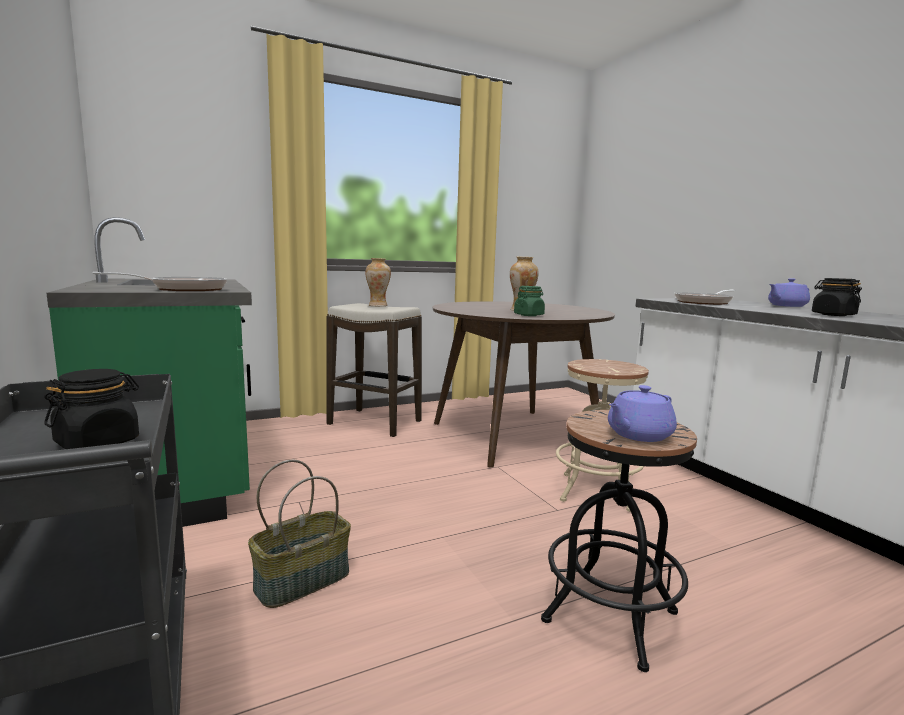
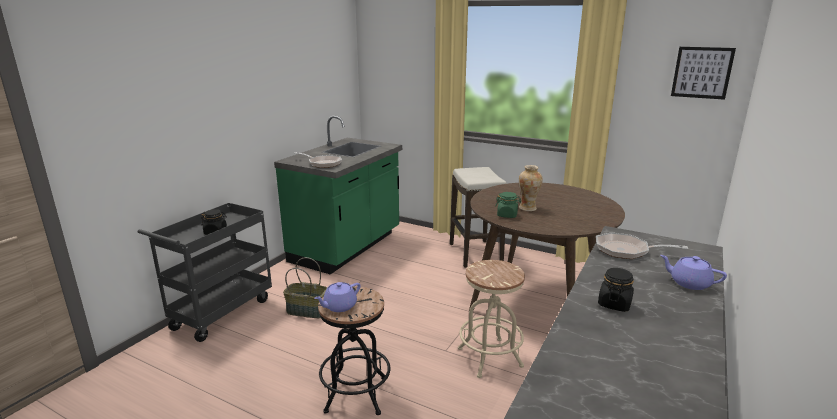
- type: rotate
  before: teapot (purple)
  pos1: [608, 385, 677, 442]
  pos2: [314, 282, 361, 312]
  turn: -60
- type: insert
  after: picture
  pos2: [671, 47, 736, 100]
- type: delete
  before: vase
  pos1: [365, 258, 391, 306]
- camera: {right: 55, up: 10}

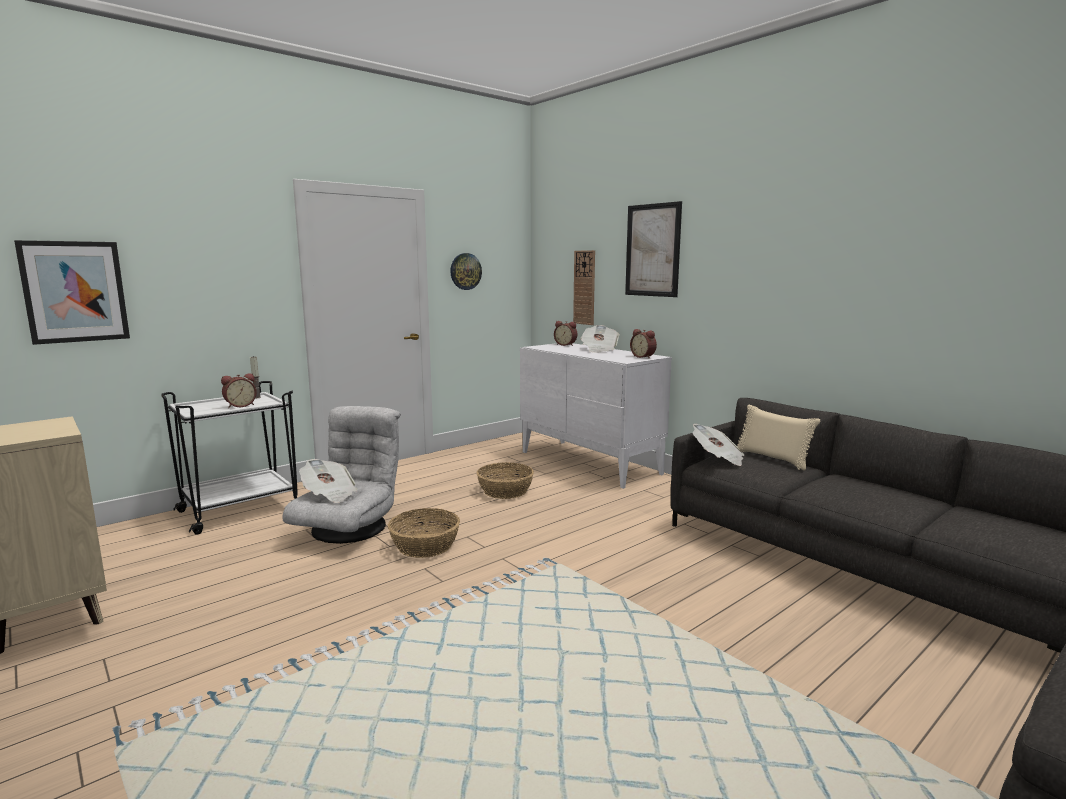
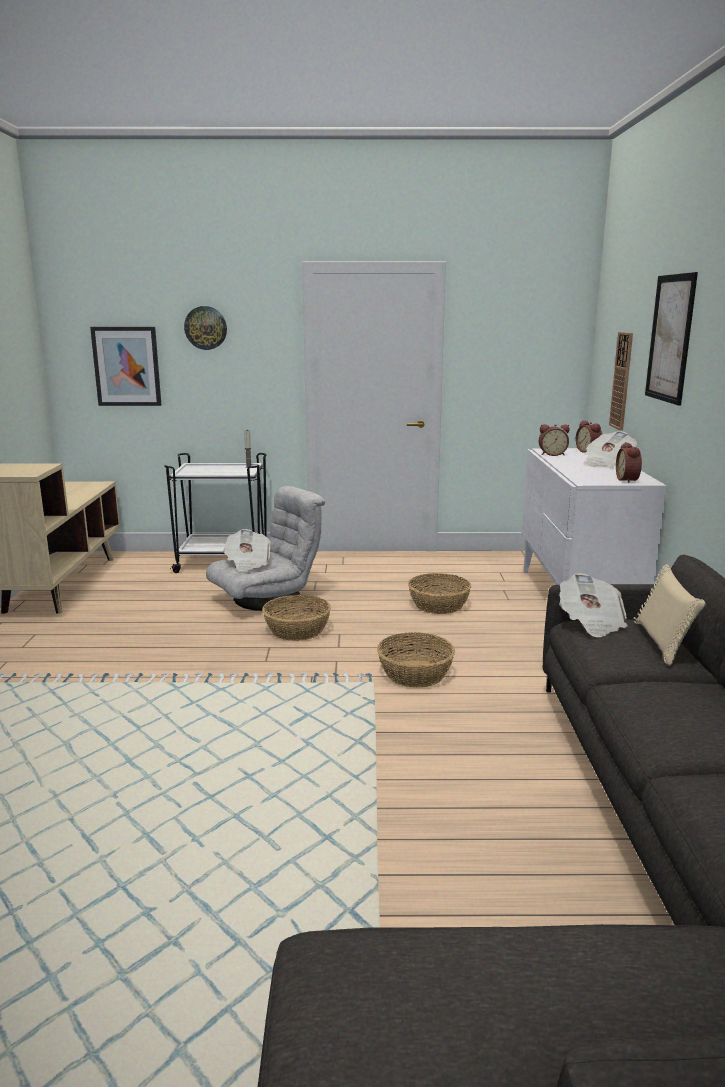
- type: move
  before: wall clock
  pos1: [450, 253, 482, 290]
  pos2: [184, 306, 227, 350]
- type: insert
  after: basket
  pos2: [377, 632, 455, 687]
- type: move
  before: alarm clock
  pos1: [221, 373, 257, 408]
  pos2: [539, 424, 570, 456]
- camera: {right: 40, up: 5}

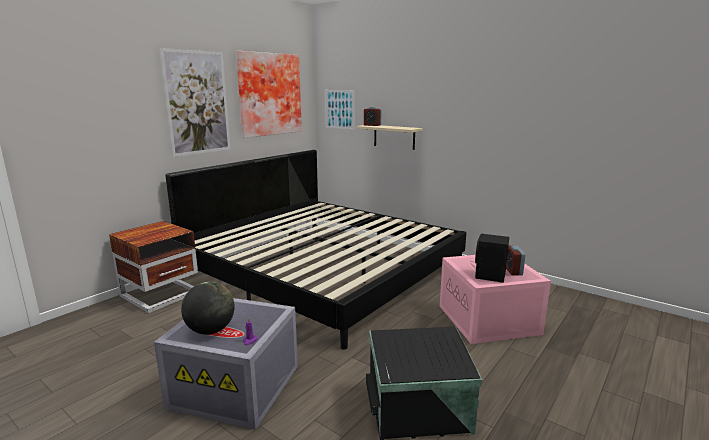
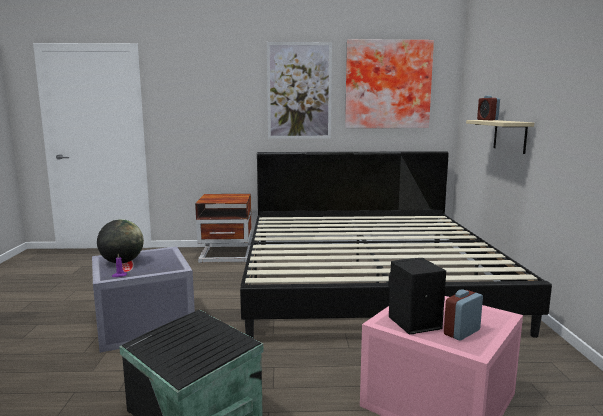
- type: delete
  before: picture
  pos1: [325, 90, 355, 130]
- camera: {right: 50, up: -5}

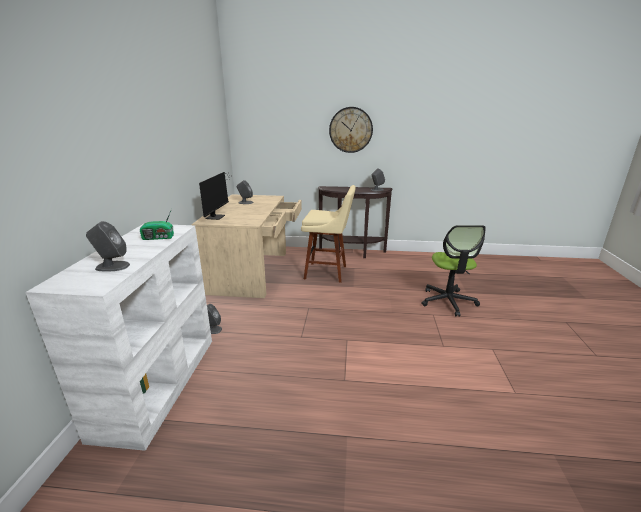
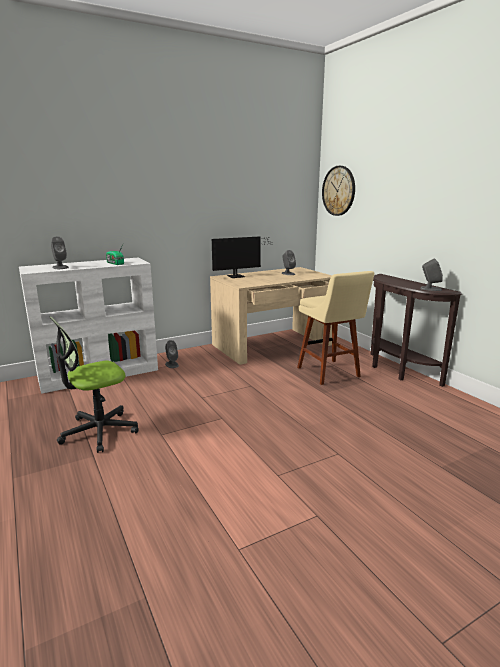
- type: move
  before: office chair
  pos1: [421, 225, 486, 316]
  pos2: [49, 316, 139, 453]
- type: move
  before: wall clock
  pos1: [329, 107, 373, 153]
  pos2: [322, 166, 355, 216]
- camera: {right: 55, up: -5}

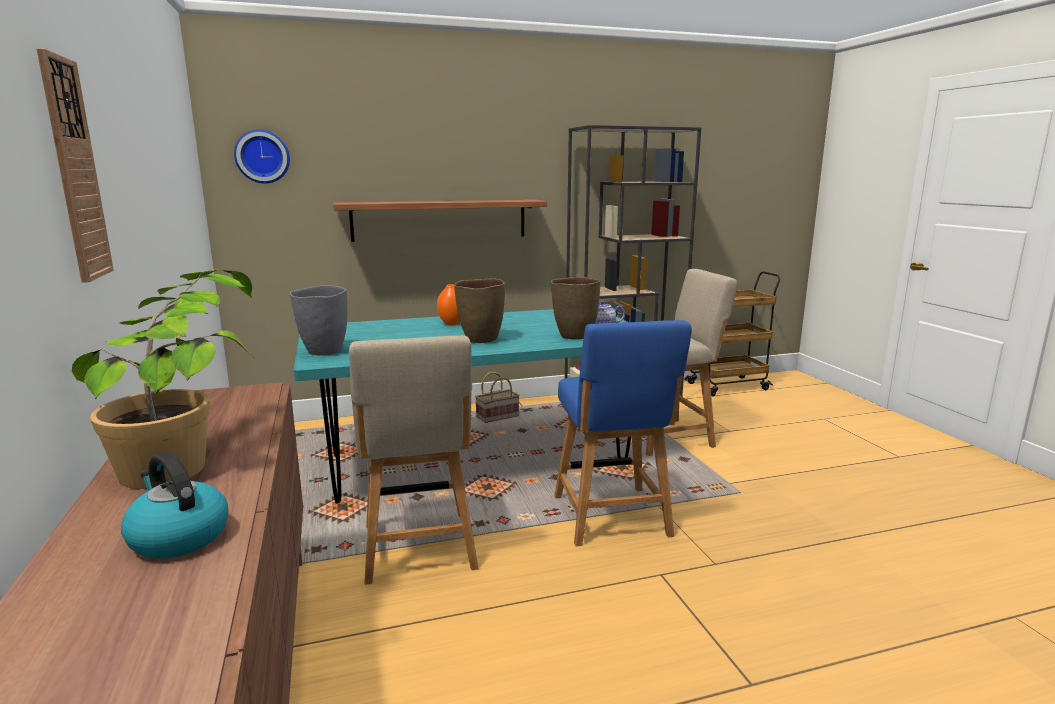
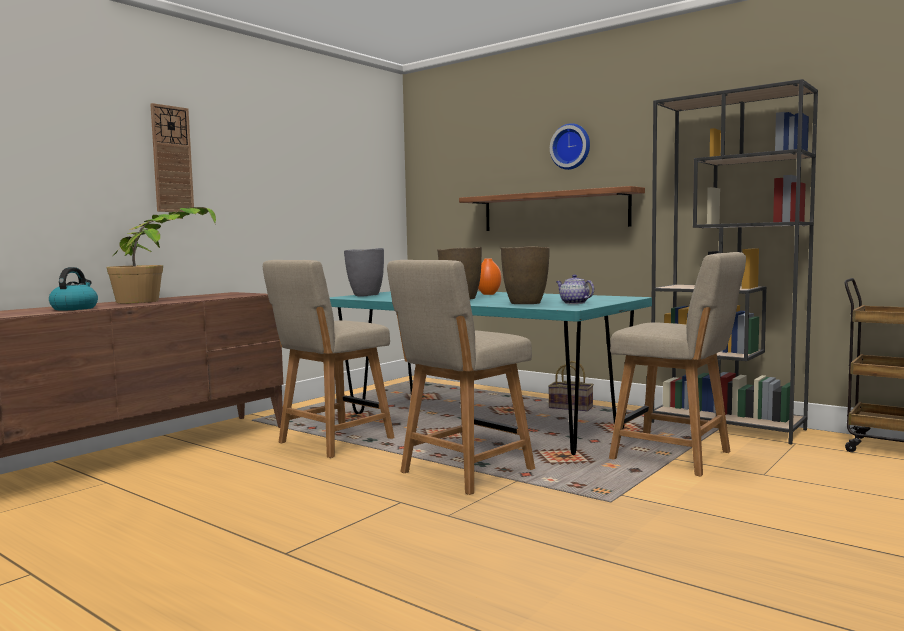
- type: recolor
  before: chair (blue)
  after: chair (beige)
  pos1: [554, 320, 692, 546]
  pos2: [387, 260, 535, 495]
- type: move
  before: wall clock
  pos1: [234, 129, 290, 184]
  pos2: [550, 123, 590, 170]
- camera: {right: 55, up: -10}

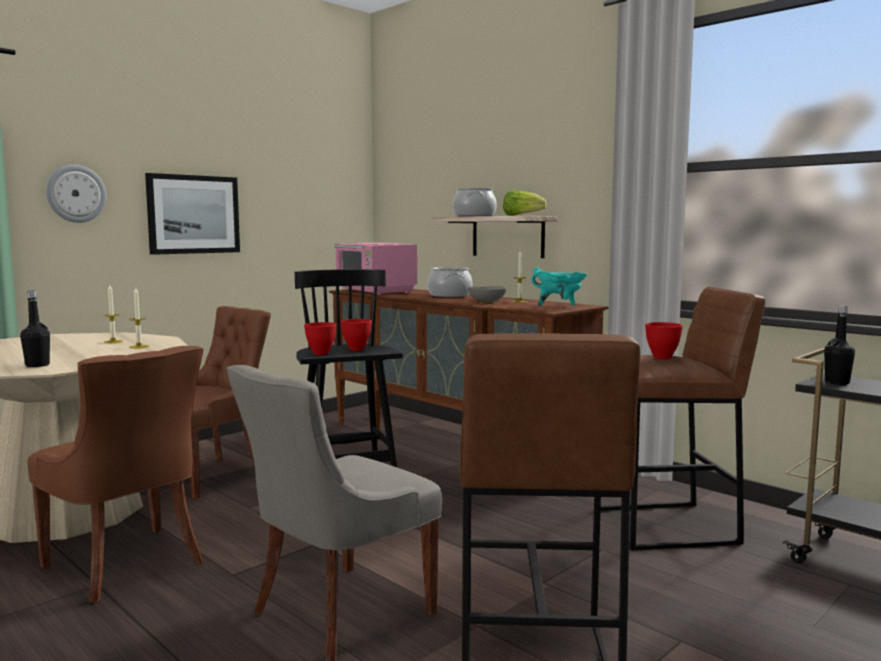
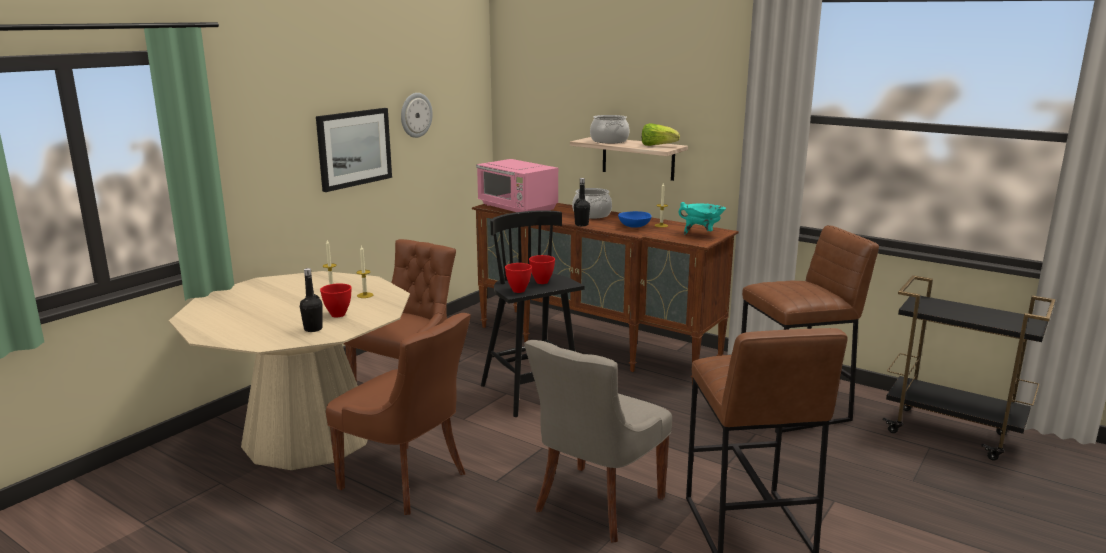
- type: move
  before: bowl (red)
  pos1: [645, 322, 683, 359]
  pos2: [320, 283, 352, 317]
- type: move
  before: wall clock
  pos1: [46, 165, 106, 223]
  pos2: [401, 93, 433, 138]
- type: move
  before: bottle (black)
  pos1: [824, 305, 855, 385]
  pos2: [574, 178, 590, 226]
- type: recolor
  before: bowl (grey)
  after: bowl (blue)
  pos1: [468, 286, 506, 302]
  pos2: [618, 211, 651, 228]
- camera: {right: -10, up: 10}

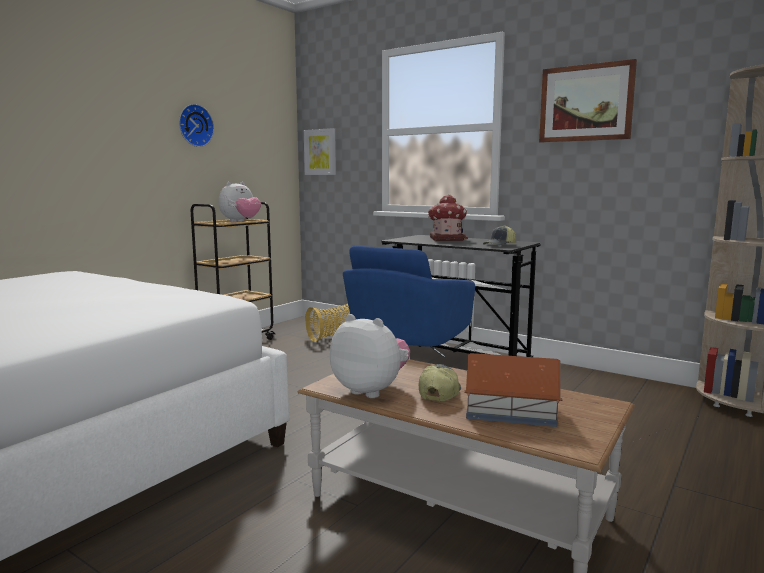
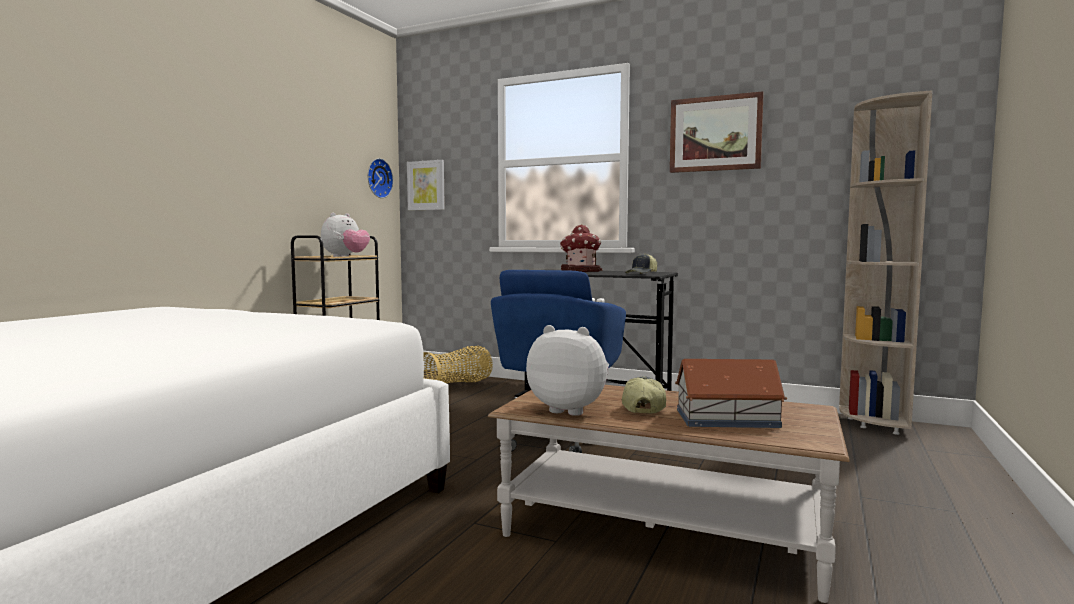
- type: move
  before: wall clock
  pos1: [179, 104, 214, 147]
  pos2: [368, 158, 393, 198]
- camera: {right: -10, up: -5}

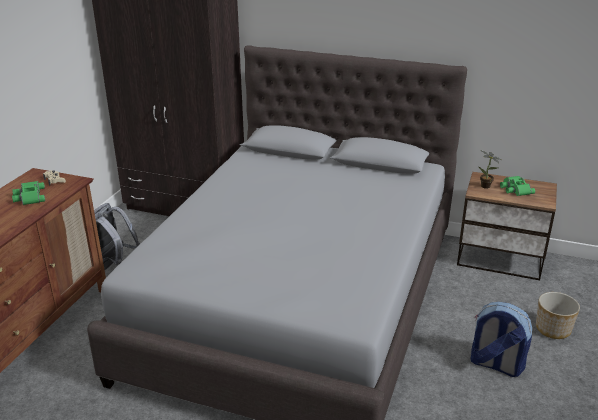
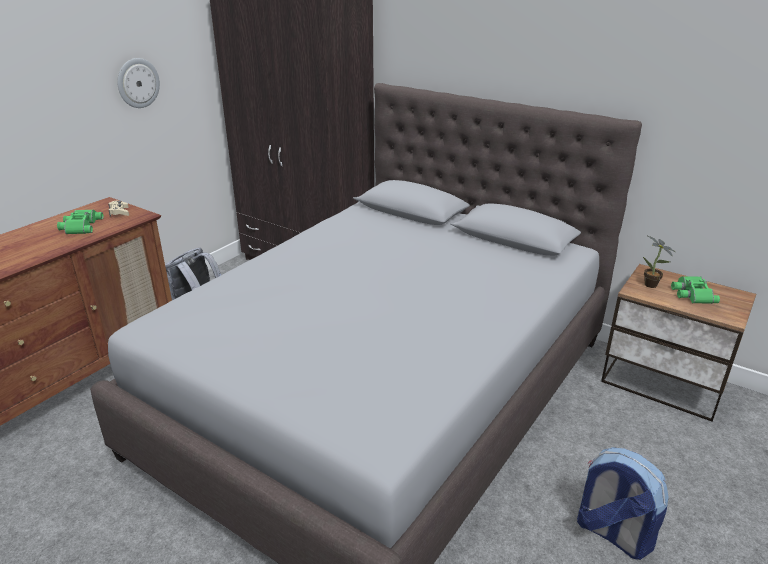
- type: insert
  after: wall clock
  pos2: [117, 58, 160, 108]
- type: delete
  before: planter
  pos1: [536, 292, 580, 339]
- camera: {right: 15, up: 0}

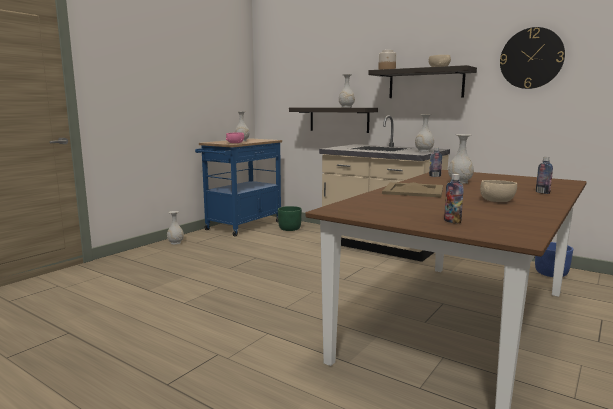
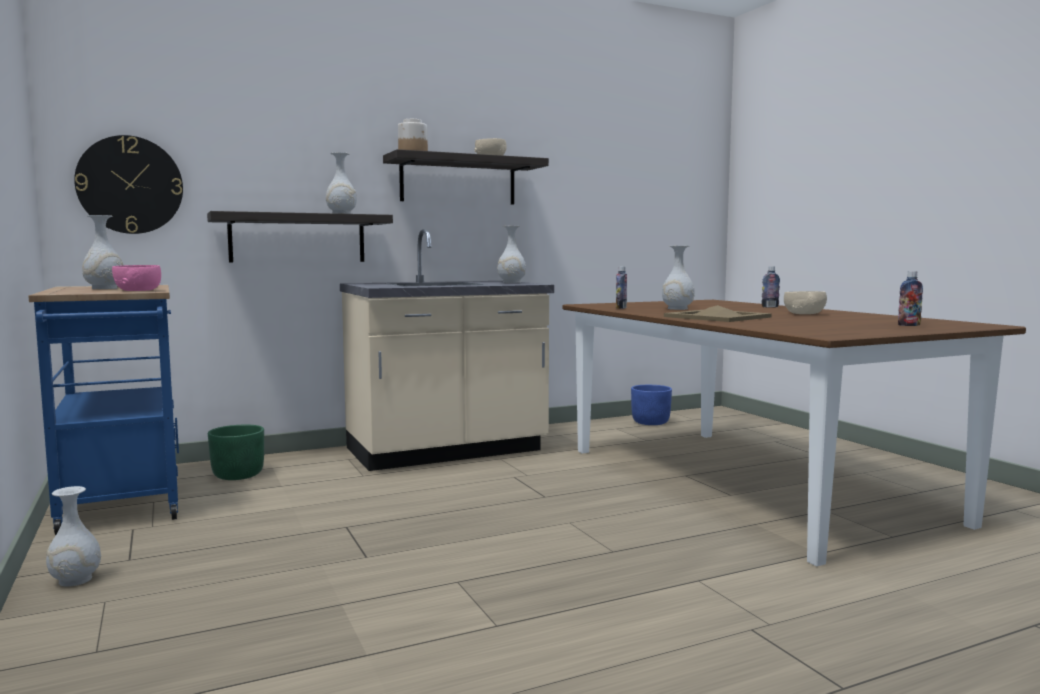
- type: move
  before: wall clock
  pos1: [500, 27, 565, 89]
  pos2: [74, 135, 183, 234]
- camera: {right: -60, up: -5}

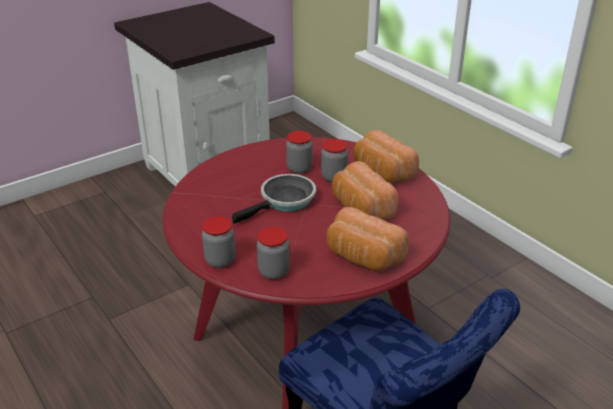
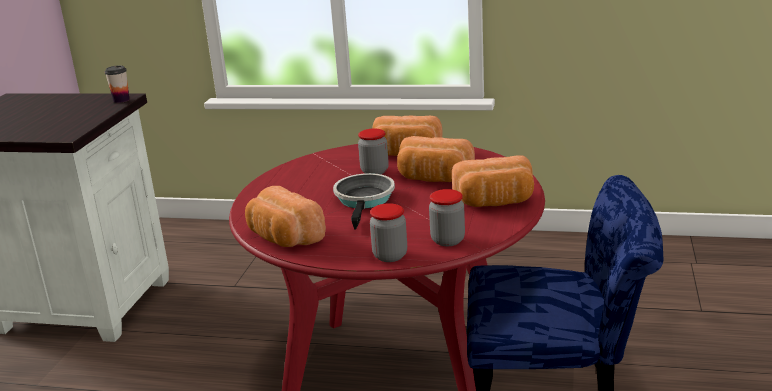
- type: insert
  after: cup
  pos2: [105, 65, 129, 103]
- type: insert
  after: bread
  pos2: [245, 186, 326, 247]
- type: delete
  before: jar
  pos1: [286, 131, 313, 174]
- camera: {right: -40, up: -10}

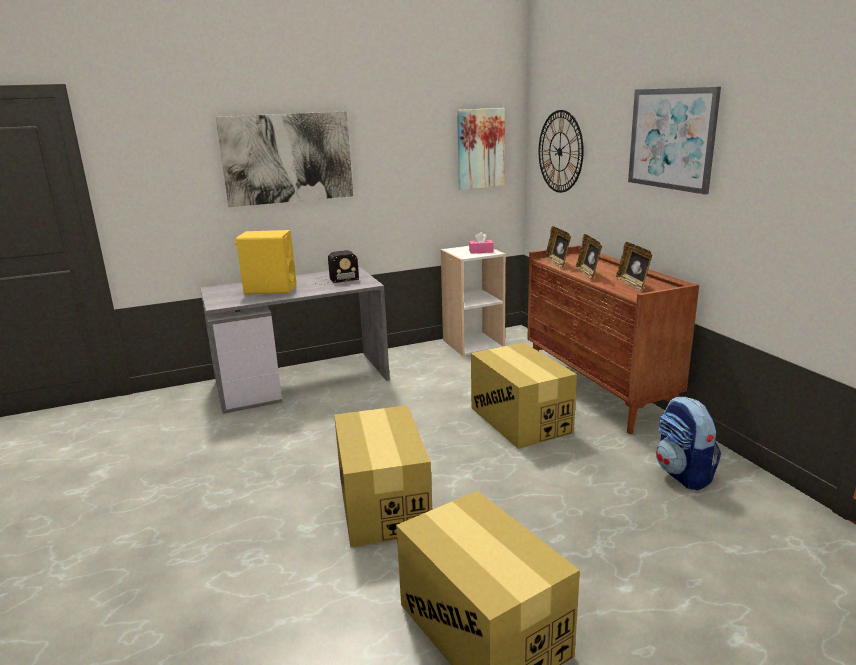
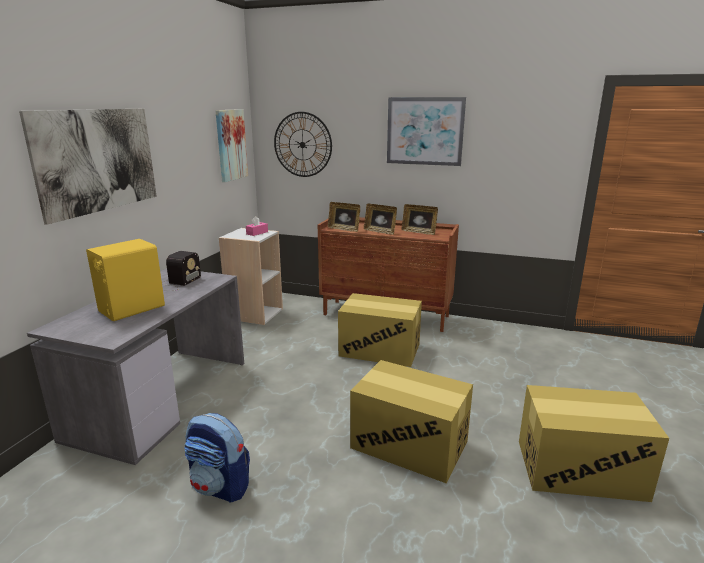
- type: move
  before: backpack
  pos1: [656, 397, 721, 490]
  pos2: [184, 413, 250, 503]
- camera: {right: -50, up: 0}

